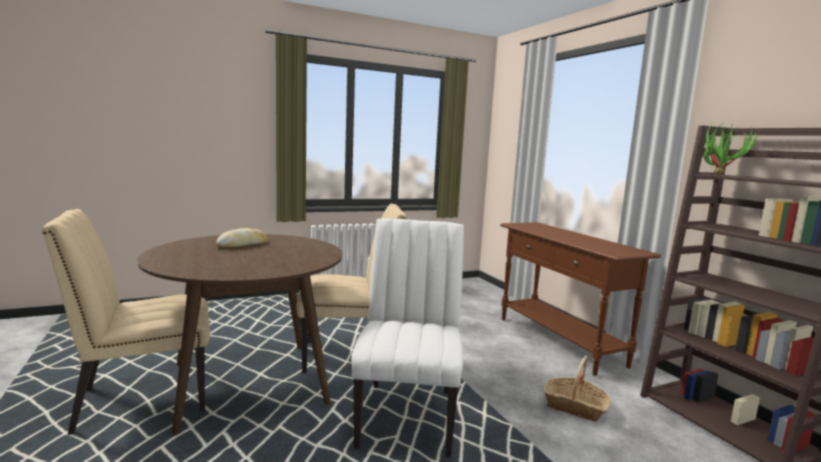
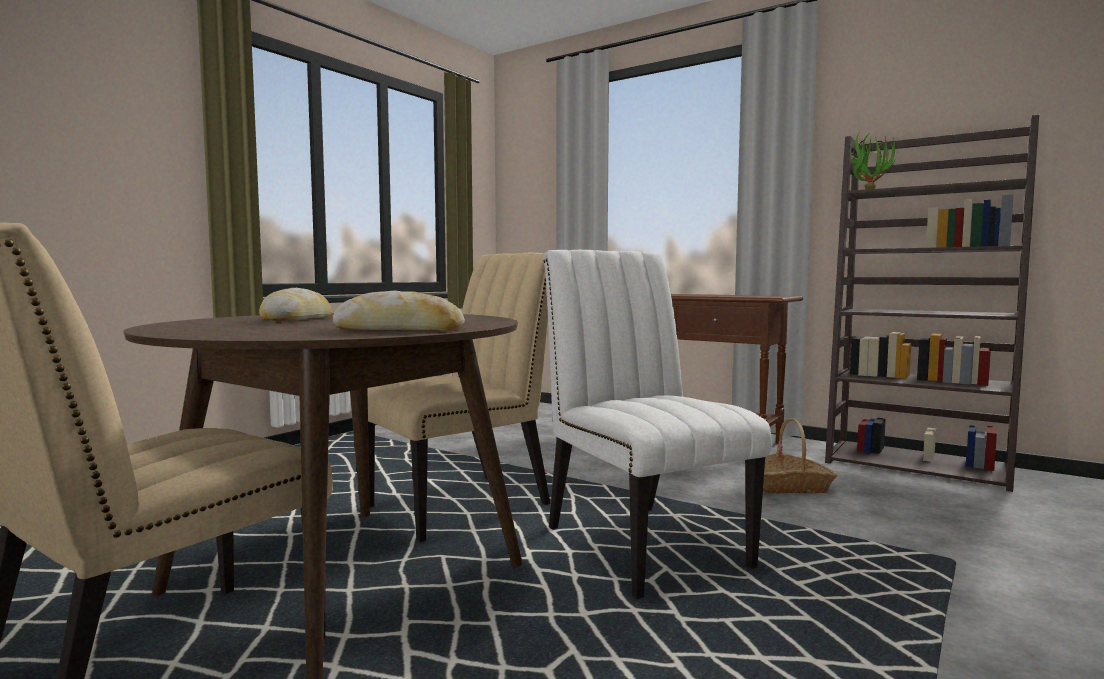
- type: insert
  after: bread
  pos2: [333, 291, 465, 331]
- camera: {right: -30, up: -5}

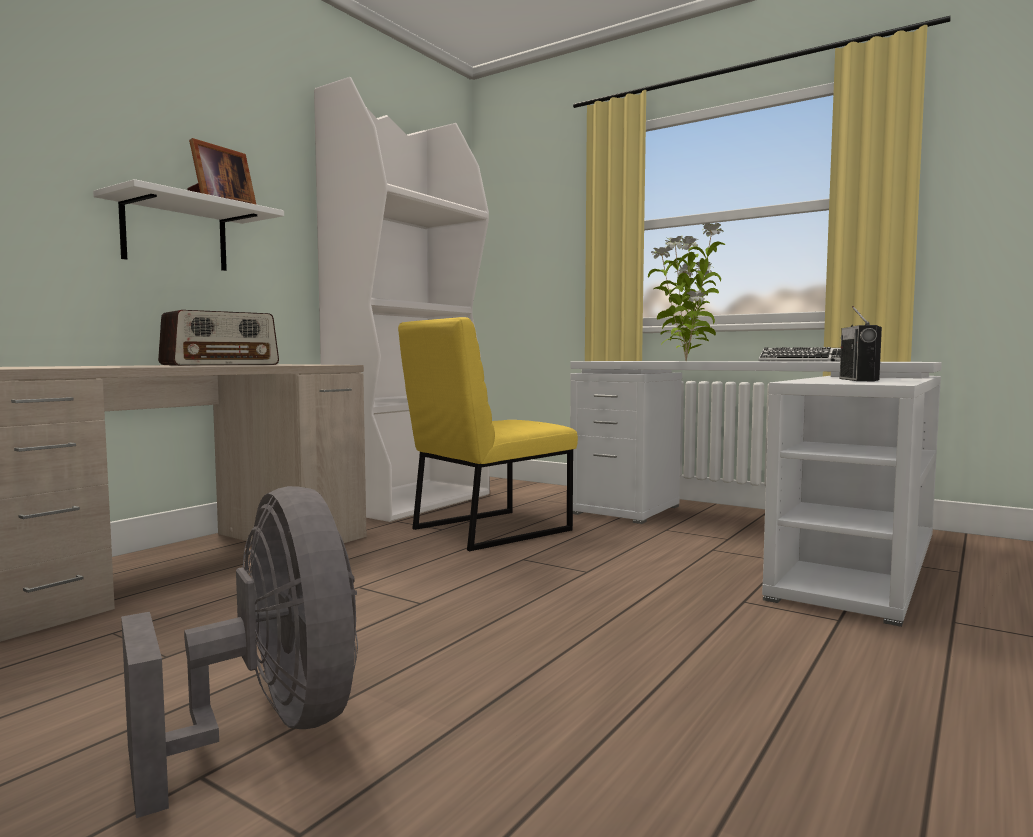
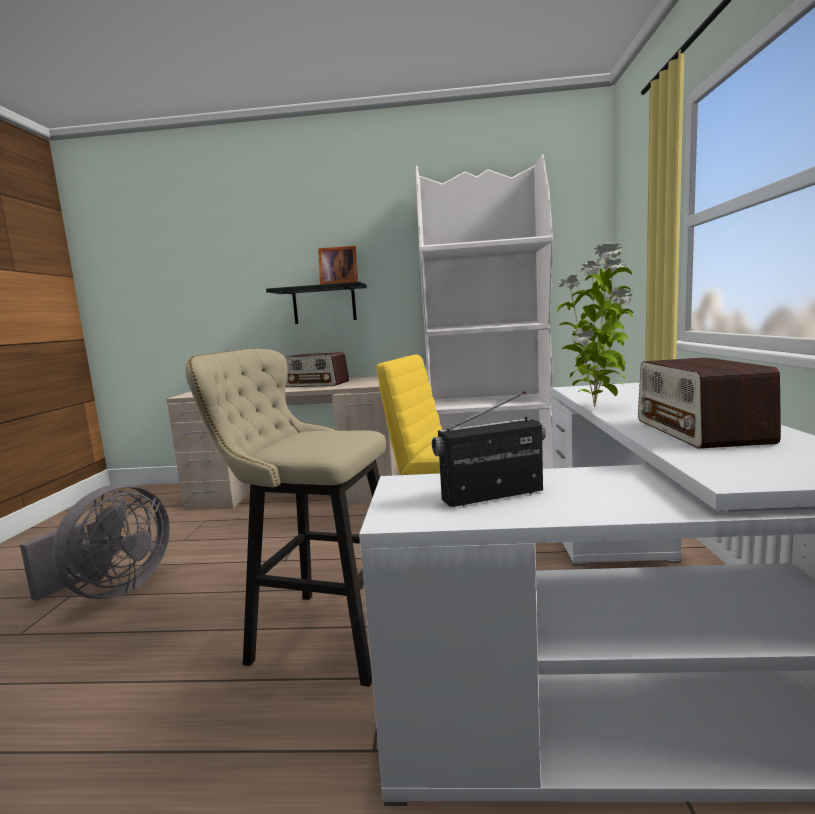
- type: insert
  after: stool (beige)
  pos2: [185, 348, 386, 687]
- type: recolor
  before: shelf (white)
  after: shelf (black)
  pos1: [93, 179, 284, 271]
  pos2: [266, 282, 367, 324]
- type: replace
  before: keyboard
  after: radio
  pos1: [758, 347, 841, 362]
  pos2: [638, 357, 781, 448]
- camera: {right: 60, up: 5}

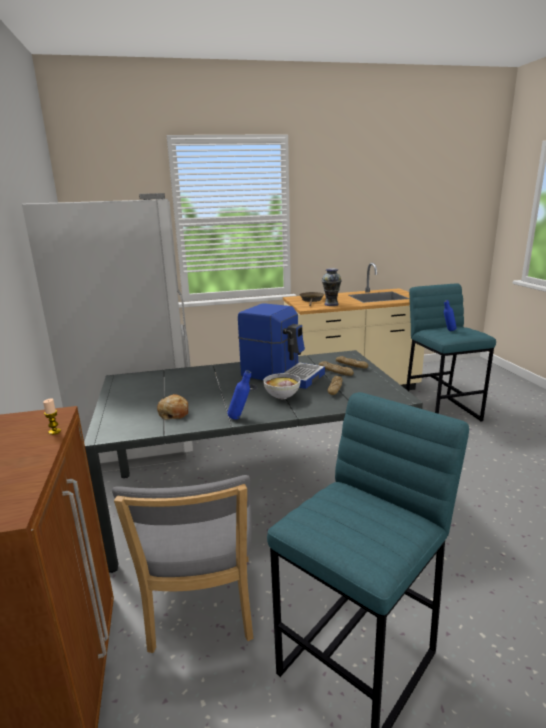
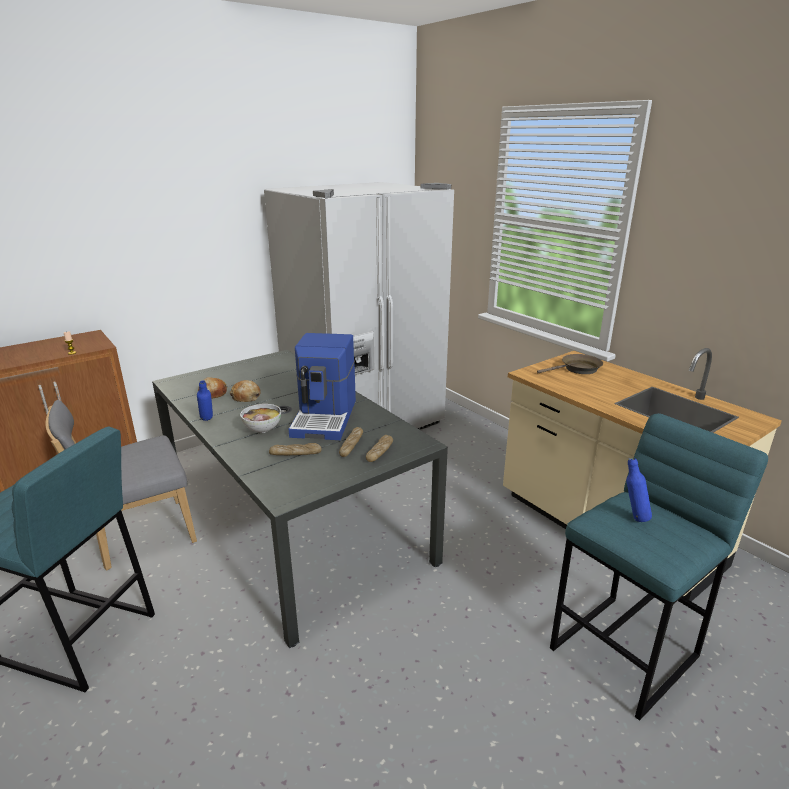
- type: insert
  after: bread
  pos2: [230, 380, 260, 402]
- type: delete
  before: vase
  pos1: [322, 268, 342, 306]
- camera: {right: 65, up: 5}

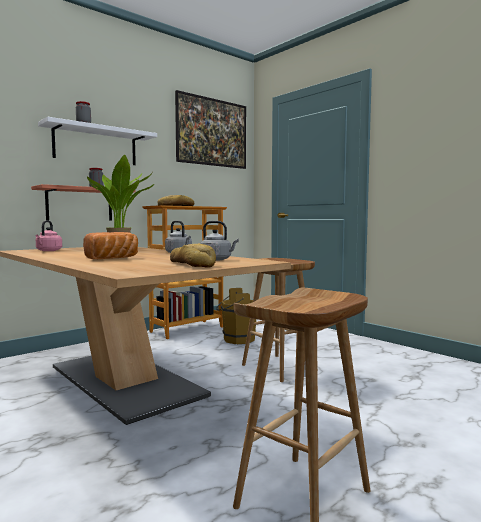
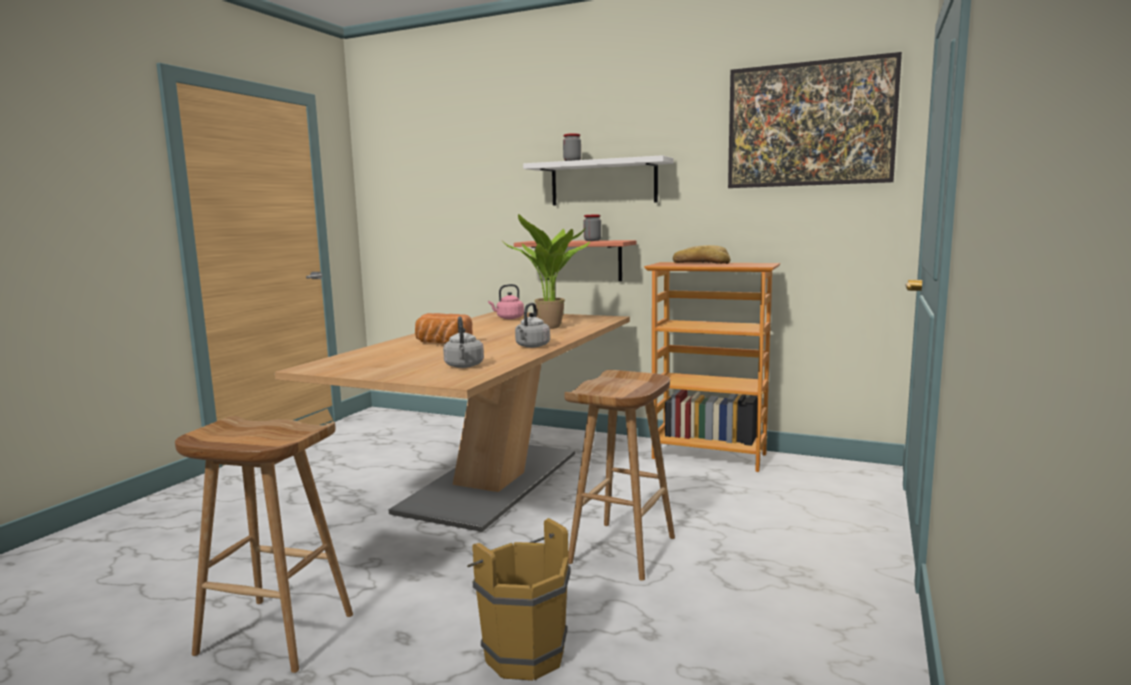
- type: move
  before: bucket (brown)
  pos1: [216, 288, 256, 344]
  pos2: [467, 518, 571, 681]
- type: delete
  before: bread
  pos1: [170, 244, 216, 268]
- camera: {right: 65, up: 5}

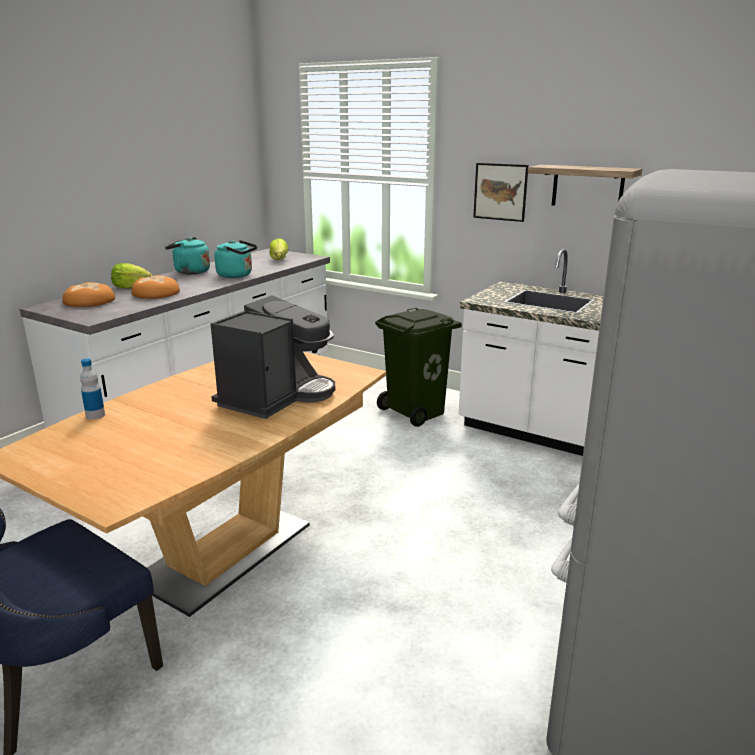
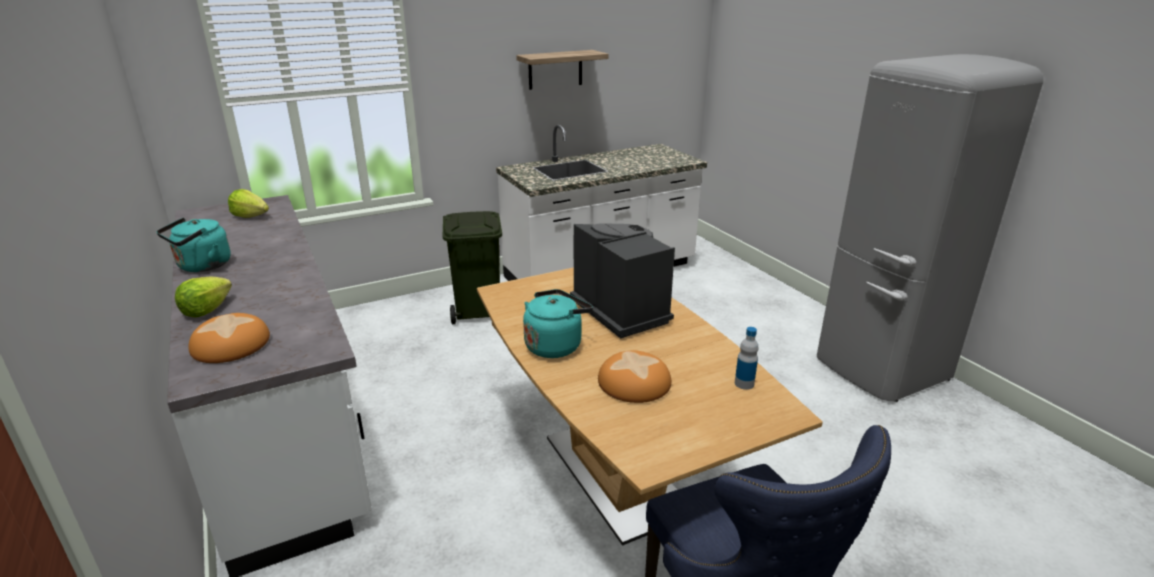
- type: move
  before: kettle (turquoise)
  pos1: [214, 240, 257, 278]
  pos2: [523, 289, 593, 358]
- type: move
  before: bread
  pos1: [131, 275, 180, 299]
  pos2: [598, 350, 671, 403]
- type: move
  before: bottle
  pos1: [80, 358, 105, 420]
  pos2: [735, 327, 759, 390]
- type: delete
  before: picture
  pos1: [473, 163, 529, 222]
- camera: {right: -60, up: 5}

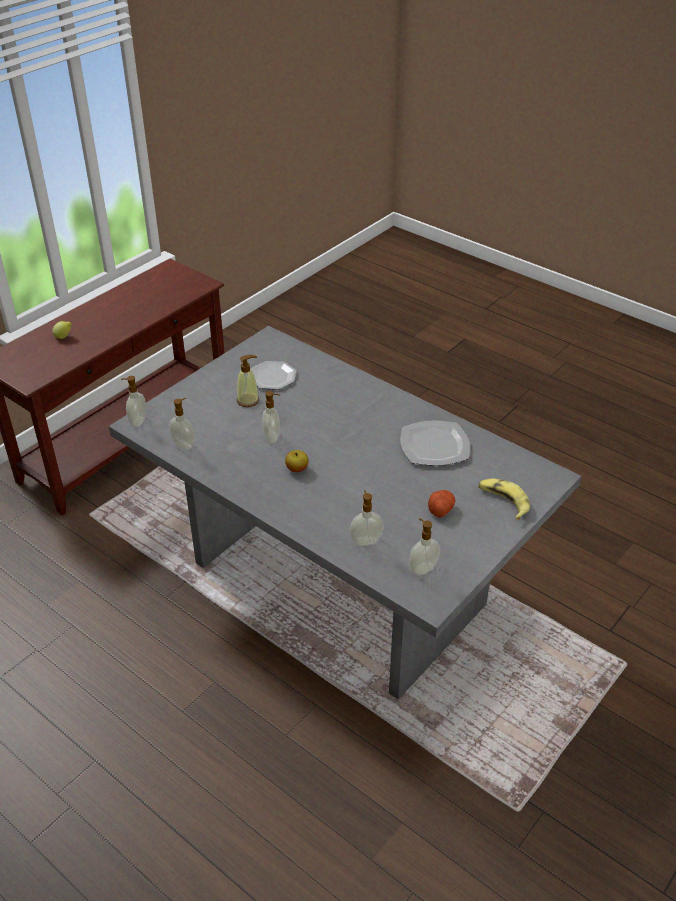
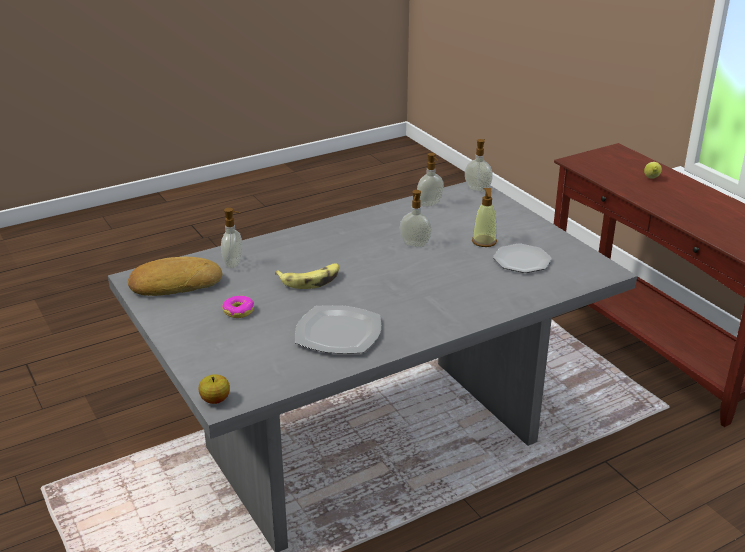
- type: replace
  before: soap dispenser
  after: bread
  pos1: [409, 518, 440, 575]
  pos2: [128, 257, 222, 296]
- type: move
  before: apple
  pos1: [285, 450, 308, 472]
  pos2: [198, 374, 230, 404]
- type: replace
  before: potato
  after: donut
  pos1: [428, 490, 455, 518]
  pos2: [222, 296, 254, 318]
- type: move
  before: banana
  pos1: [478, 478, 530, 520]
  pos2: [275, 263, 339, 289]
- camera: {right: 110, up: -10}

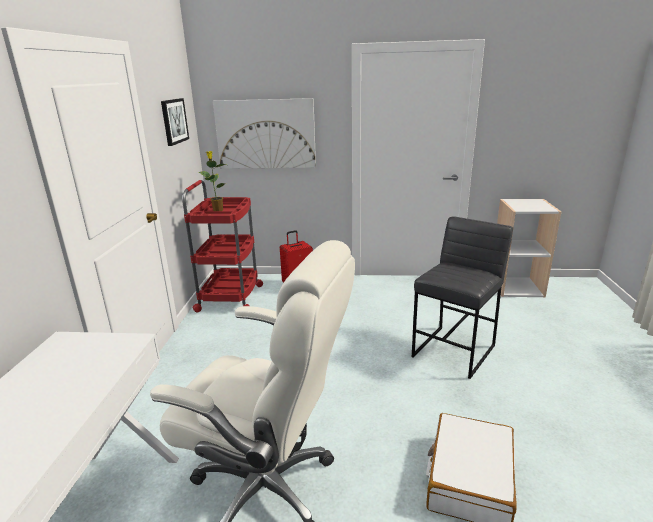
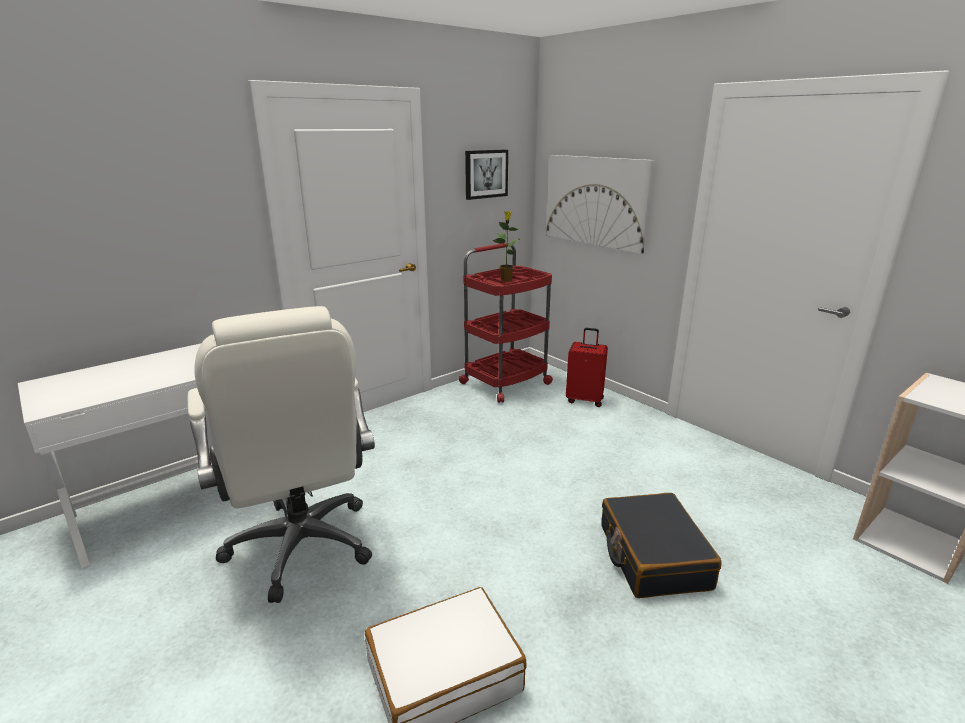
- type: replace
  before: stool (grey)
  after: suitcase (black)
  pos1: [412, 216, 513, 379]
  pos2: [601, 493, 722, 598]
- camera: {right: 45, up: 0}

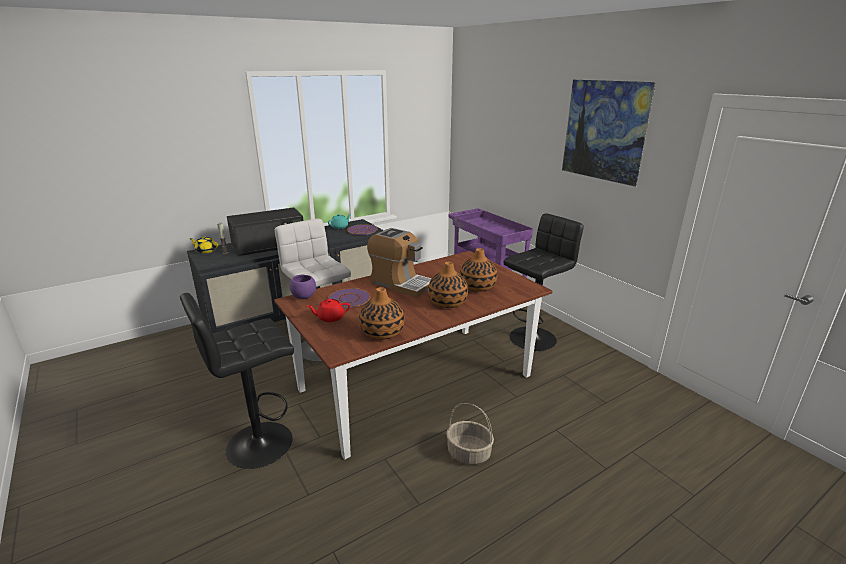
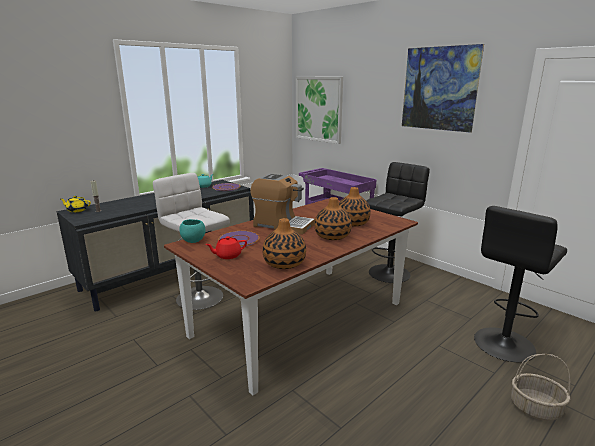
- type: recolor
  before: bowl (purple)
  after: bowl (turquoise)
  pos1: [290, 275, 316, 299]
  pos2: [179, 219, 206, 243]
- type: insert
  after: picture
  pos2: [296, 77, 343, 144]
- type: move
  before: stool (black)
  pos1: [180, 293, 294, 469]
  pos2: [474, 206, 567, 362]
- type: move
  before: basket
  pos1: [446, 403, 494, 465]
  pos2: [511, 354, 570, 421]
- type: delete
  before: microwave (black)
  pos1: [227, 207, 303, 256]
- camera: {right: -10, up: -5}

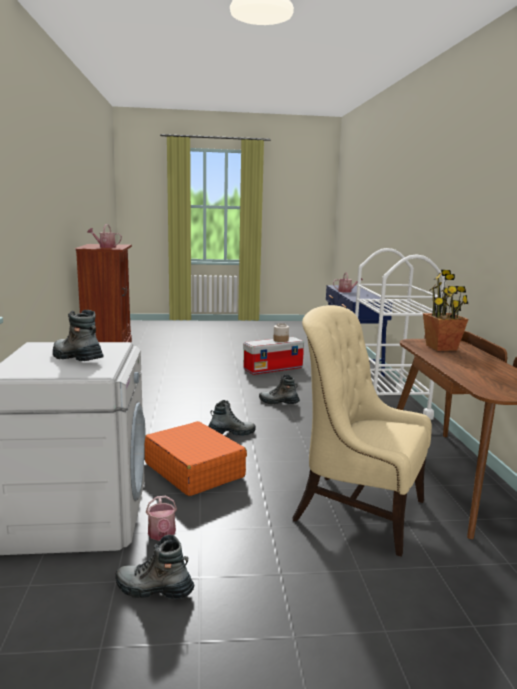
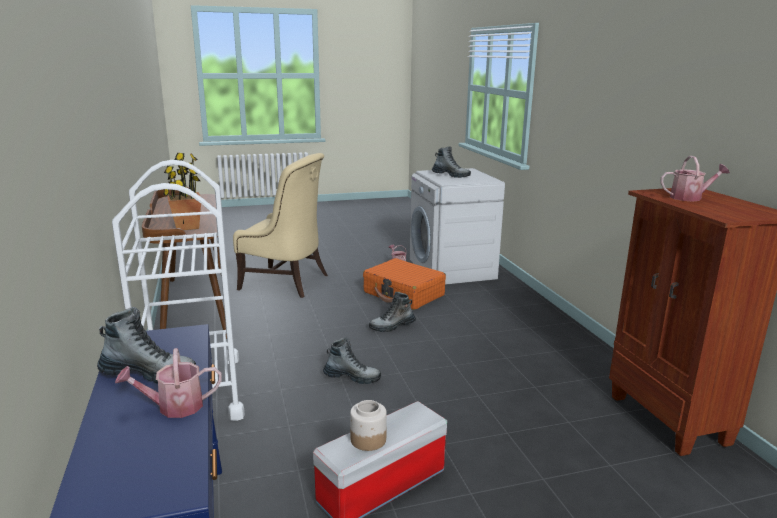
- type: move
  before: boot
  pos1: [115, 534, 194, 599]
  pos2: [97, 307, 196, 384]
- camera: {right: 170, up: 5}

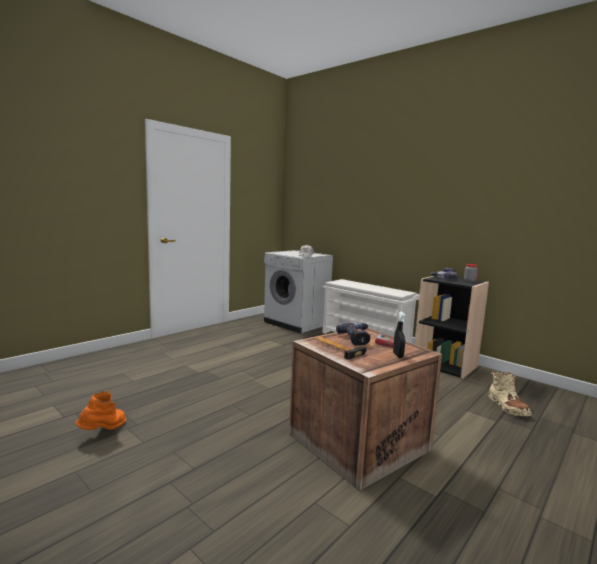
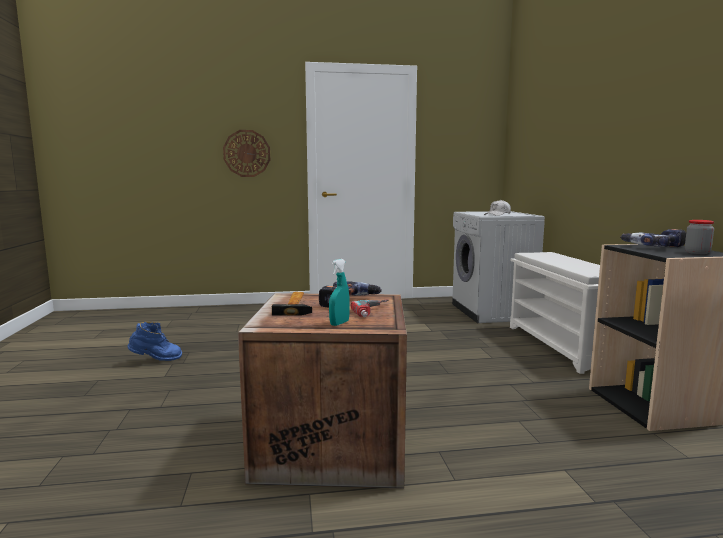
- type: recolor
  before: boot (orange)
  after: boot (blue)
  pos1: [75, 391, 126, 430]
  pos2: [127, 322, 182, 361]
- type: insert
  after: wall clock
  pos2: [223, 130, 270, 177]
- type: recolor
  before: spray bottle (black)
  after: spray bottle (turquoise)
  pos1: [393, 312, 406, 358]
  pos2: [329, 259, 350, 326]
- type: delete
  before: boot (beige)
  pos1: [488, 371, 532, 416]
- camera: {right: 40, up: 0}

